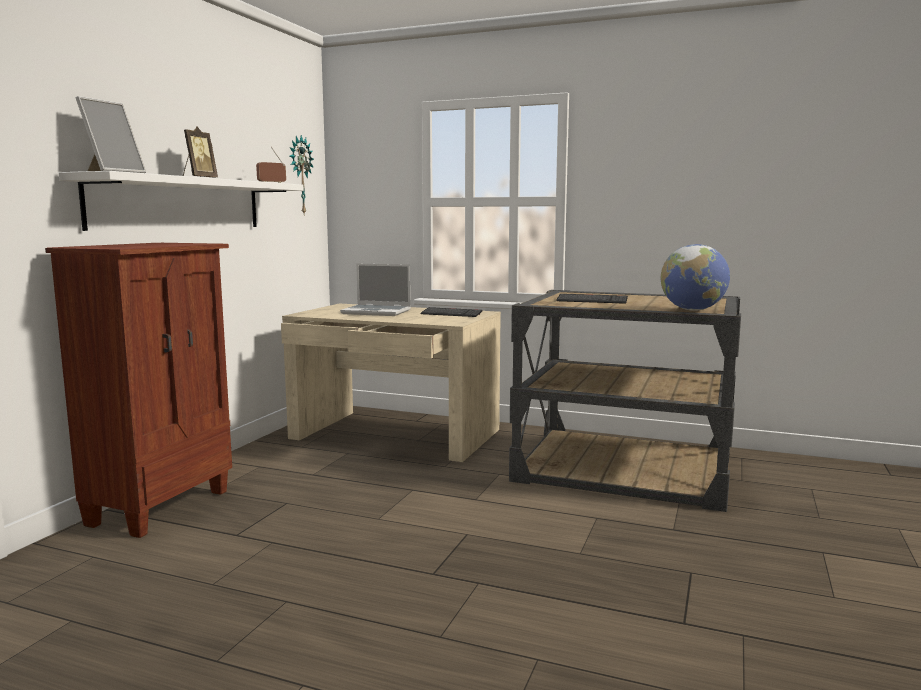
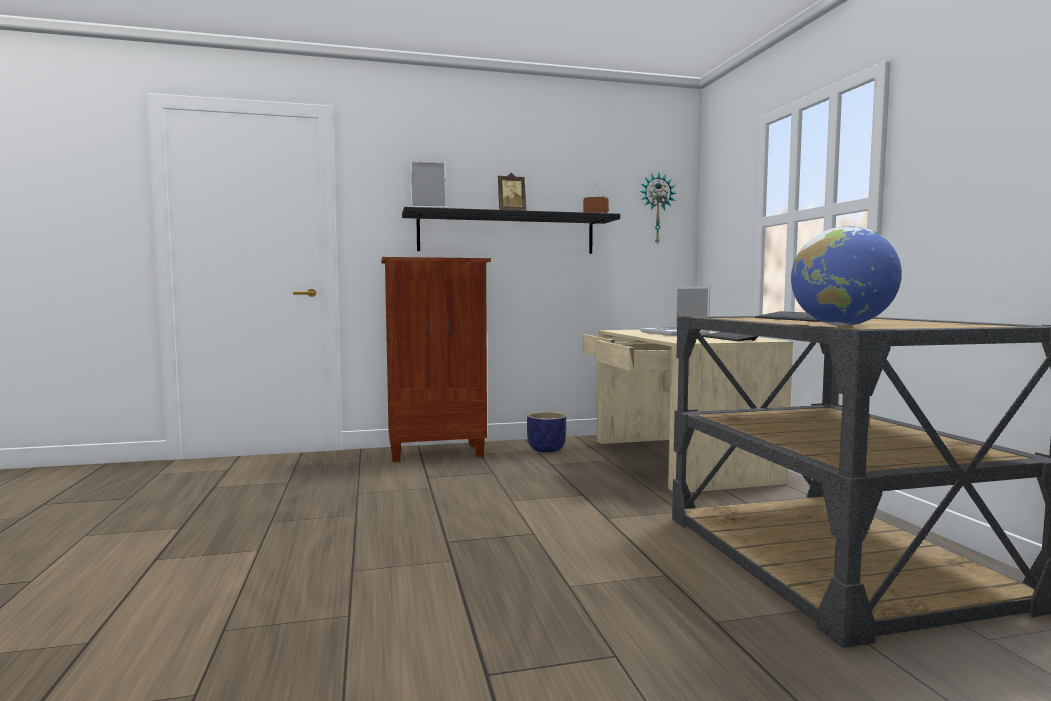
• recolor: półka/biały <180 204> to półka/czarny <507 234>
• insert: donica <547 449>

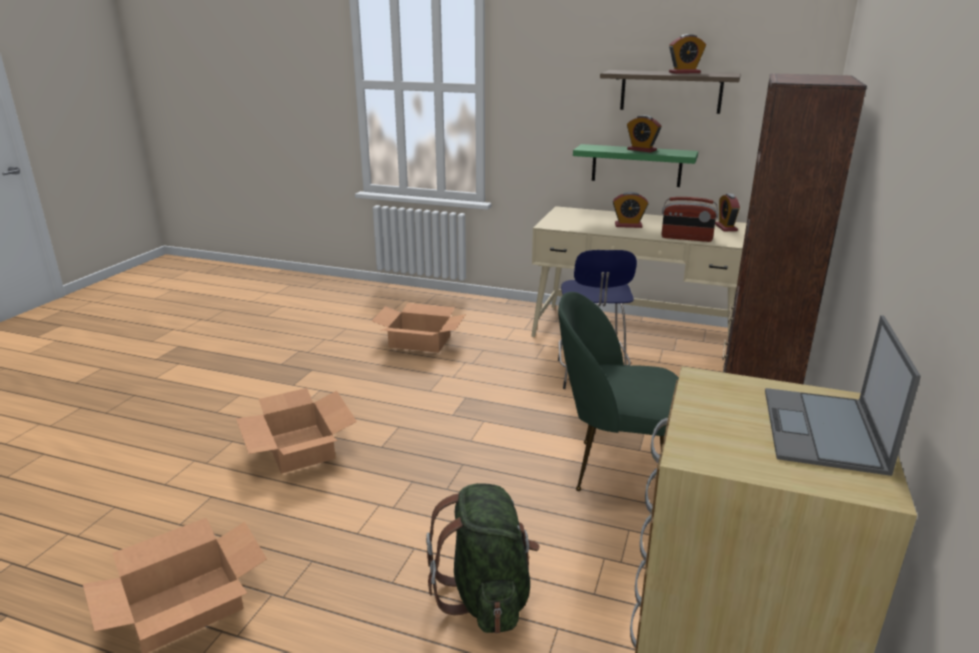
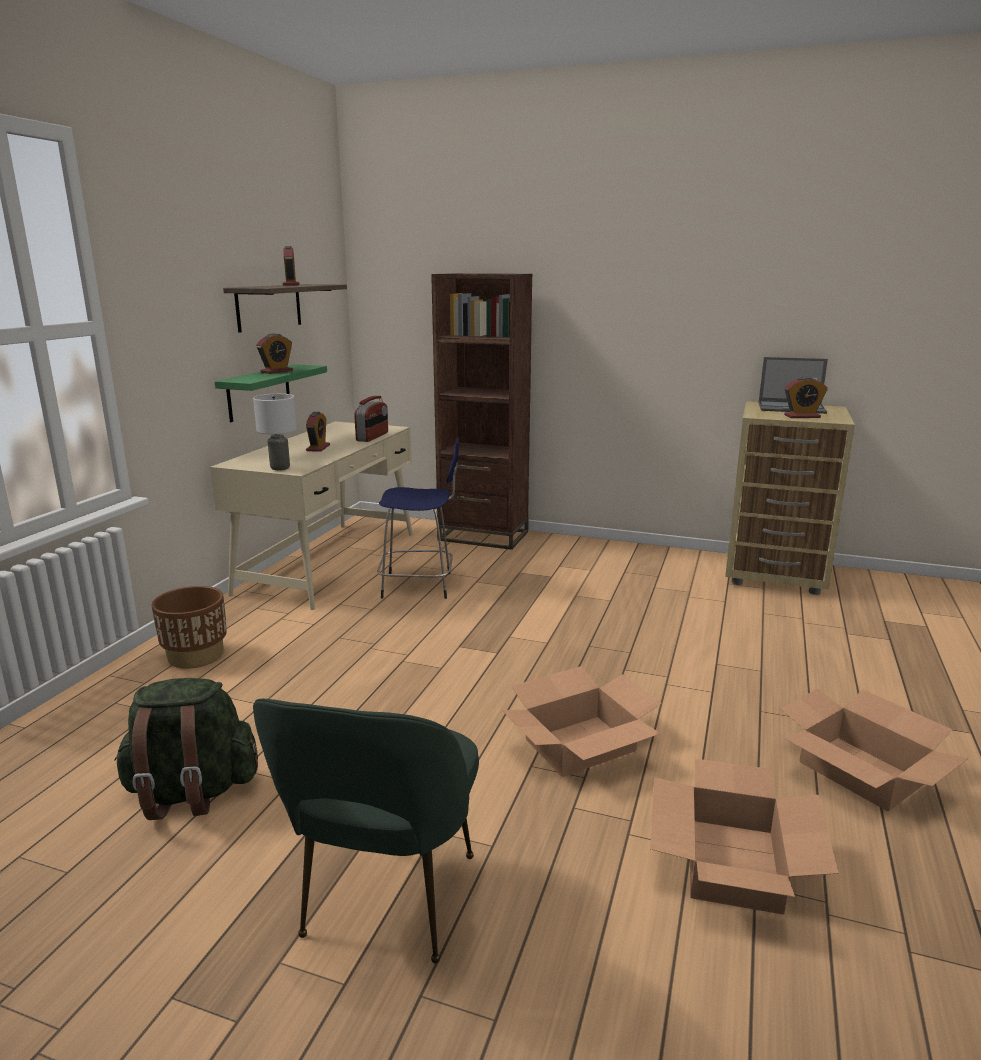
• move: karton <420 341> to <732 864>
• move: plecak/zielony <486 596> to <191 792>
• move: krzesło/zielony <612 469> to <384 907>
• move: budzik <725 227> to <802 416>
• insert: donica/brązowy <195 656>
• insert: lampa stołowa/biały <281 468>

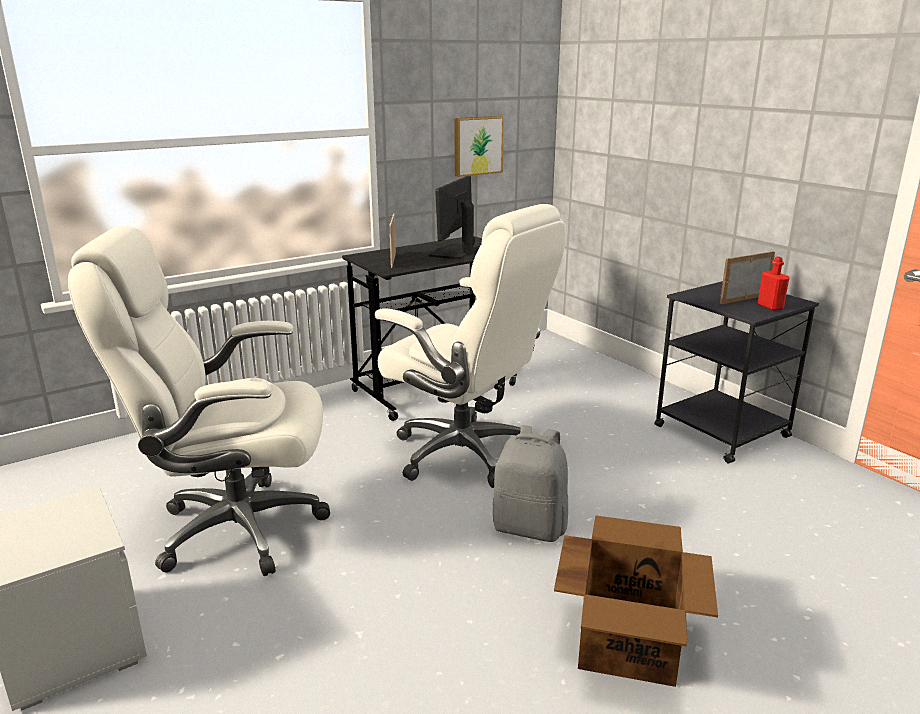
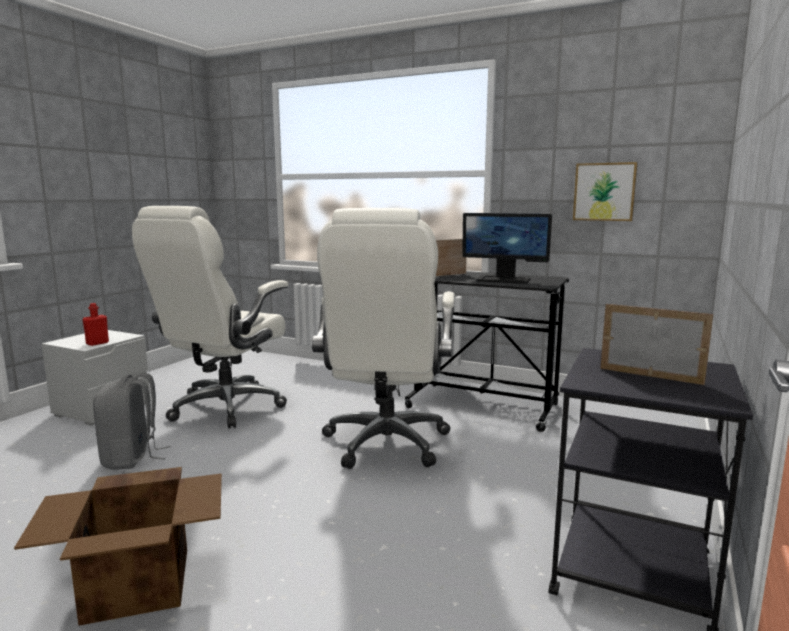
• rotate: krzesło biurowe/biały <236 529> = <225 408> 120 degrees counterclockwise
• rotate: monitor <454 252> = <504 280> 150 degrees counterclockwise
• move: plecak/szary <530 527> to <131 458>
• move: butelka/czerwony <770 307> to <97 343>

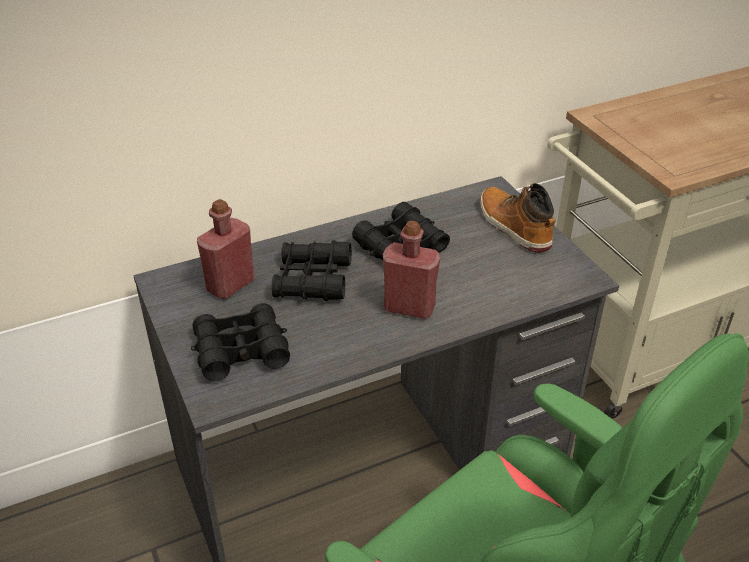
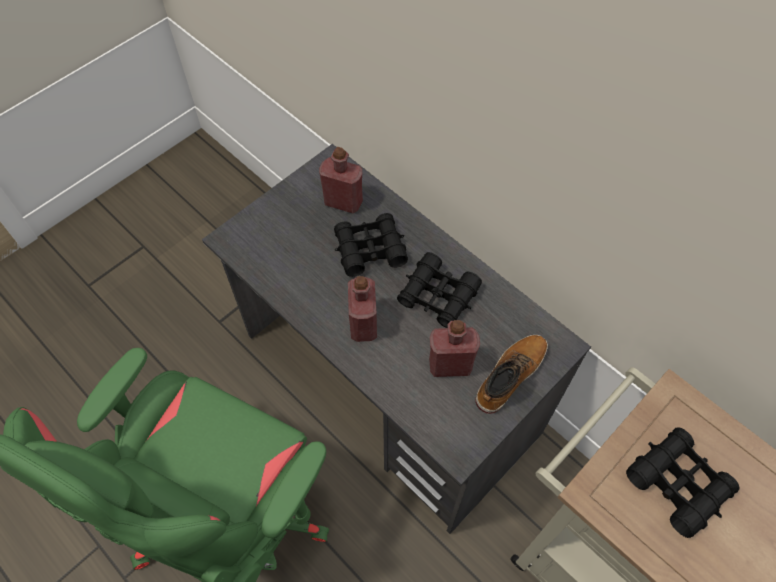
• move: lornetka/czarny <241 351> to <677 483>
• insert: butelka/czerwony <450 365>

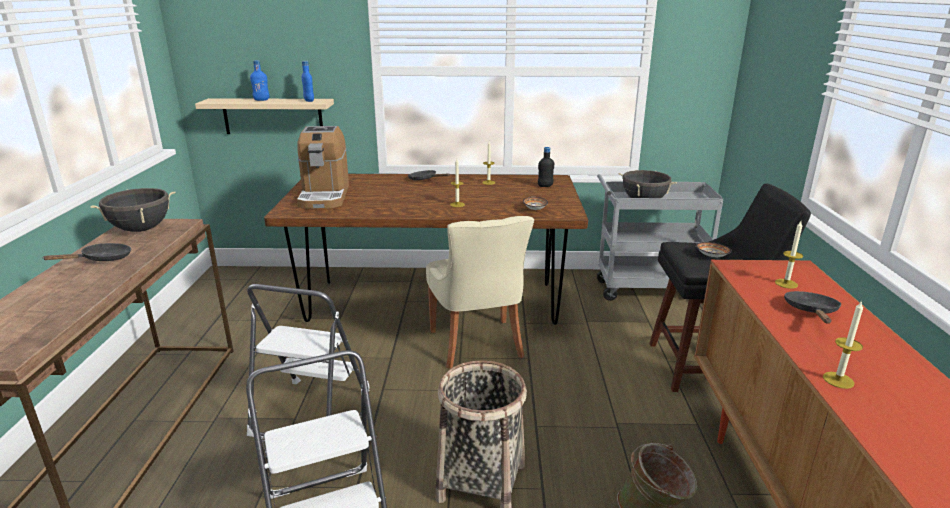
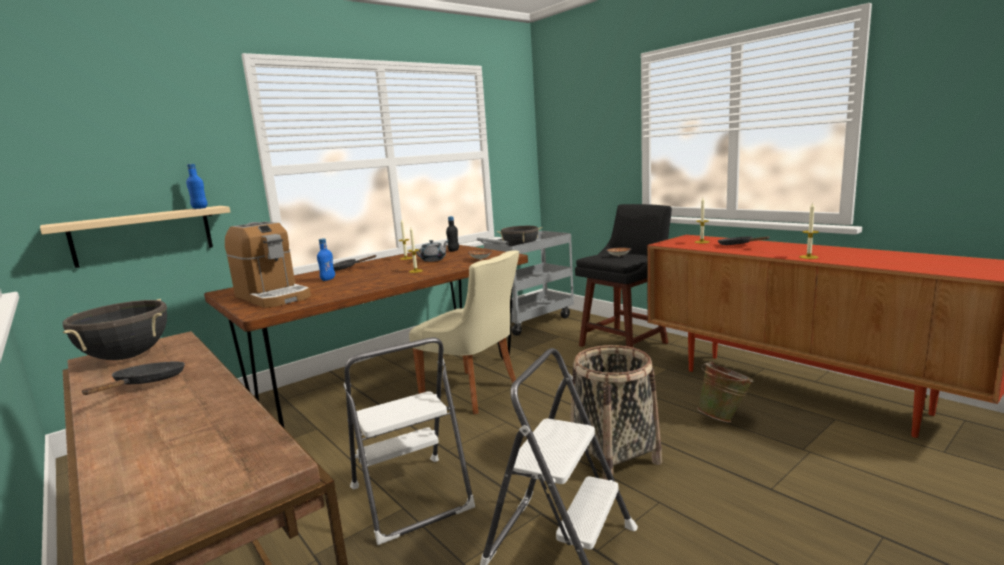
• move: butelka/niebieski <261 100> to <328 279>
• insert: imbryk/szary <434 260>

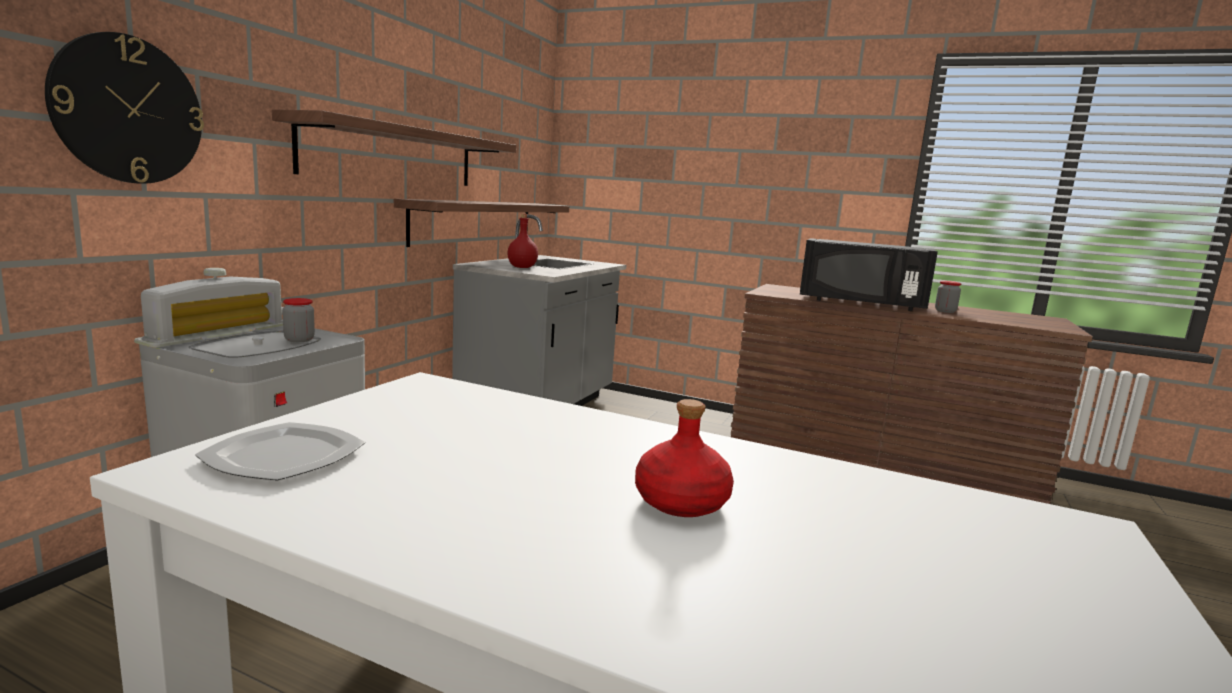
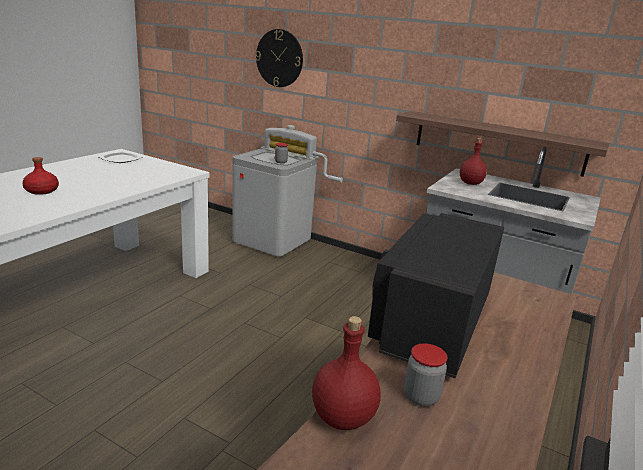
• delete: półka <393 155>
• insert: butelka/czerwony <343 418>

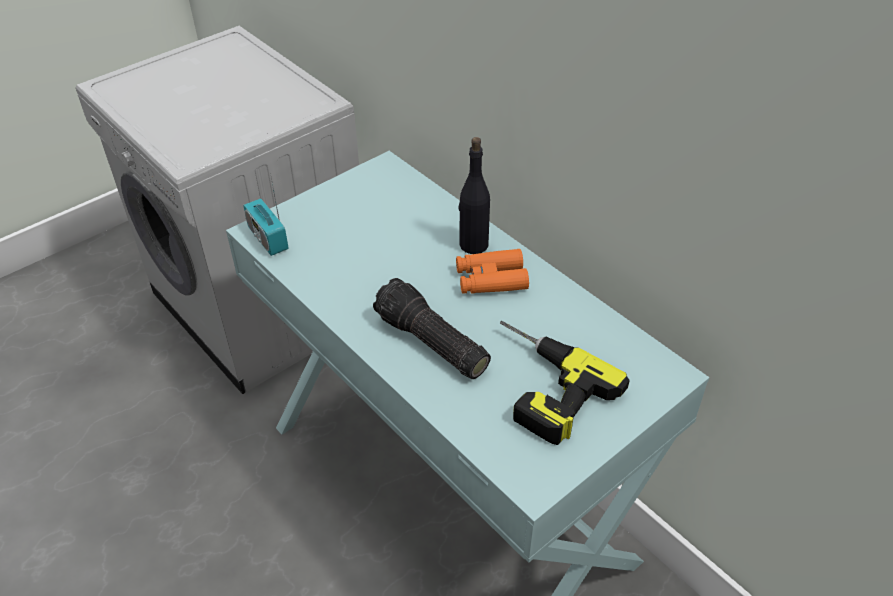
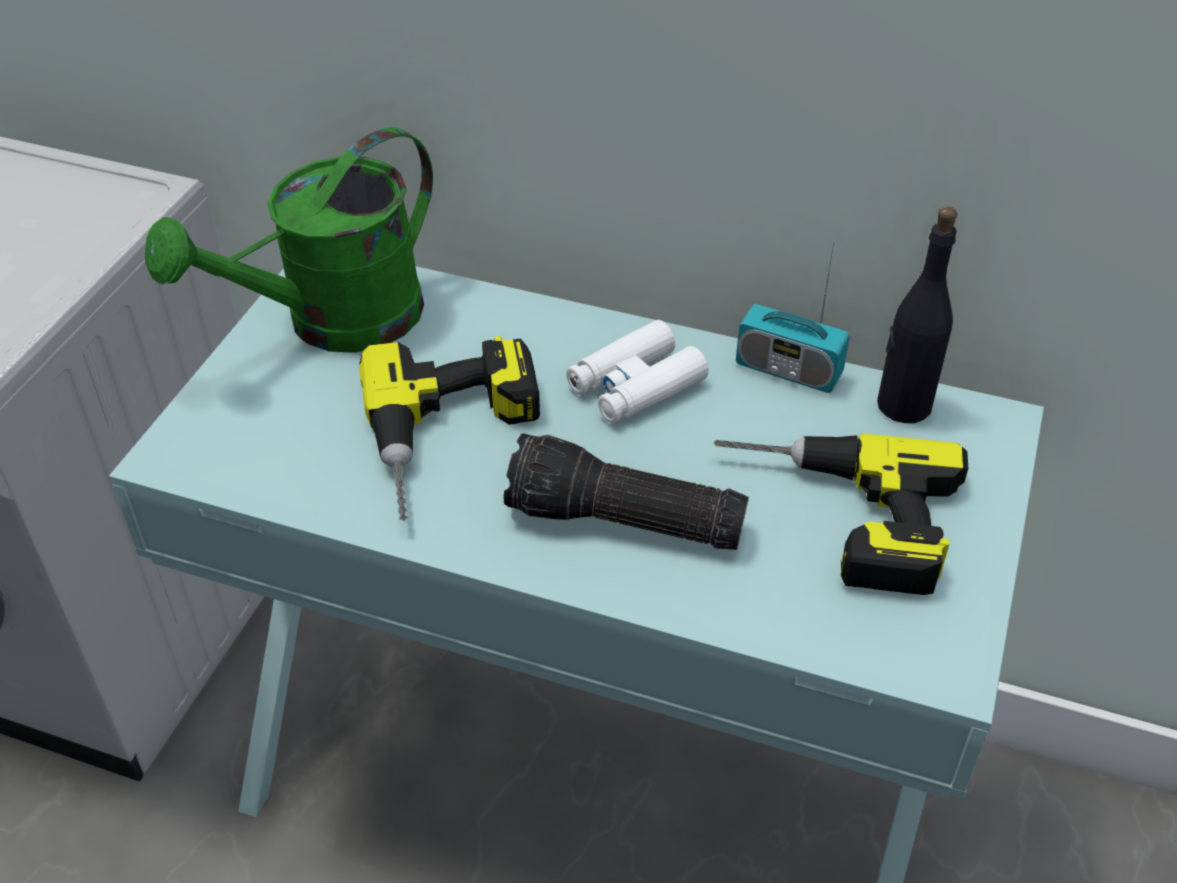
• move: radio <268 238> to <788 370>
• recolor: lornetka/pomarańczowy <491 279> to lornetka/biały <635 385>
• move: butelka/czarny <473 244> to <903 405>
• insert: konewka/zielony <333 323>
• insert: wiertarka <456 439>

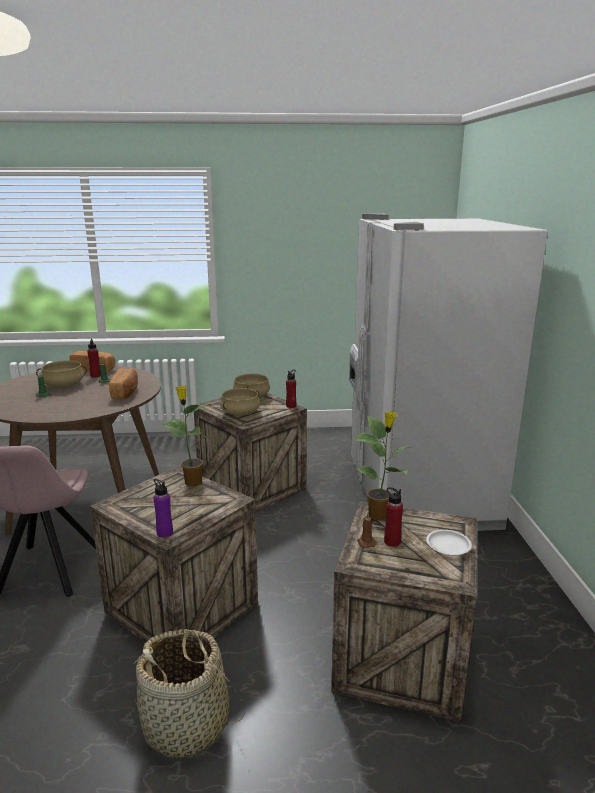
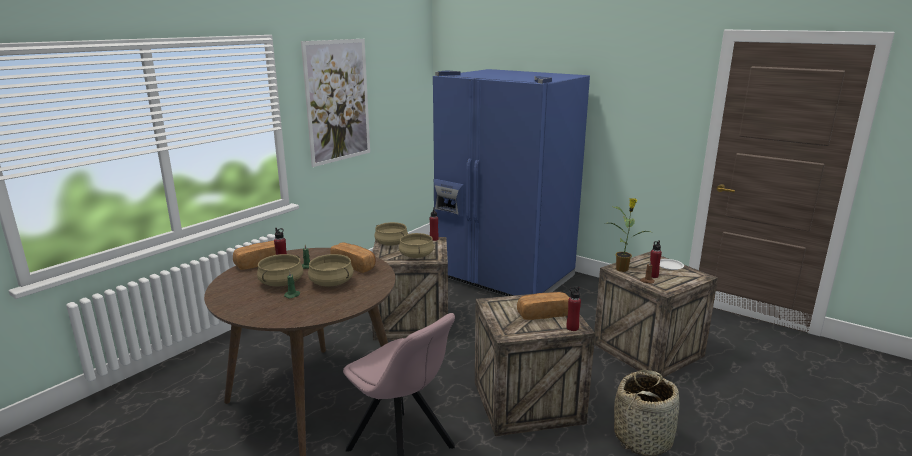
• recolor: butelka/fioletowy <164 533> to butelka/czerwony <572 328>
• delete: roślina doniczkowa <192 482>
• recolor: lodówka/biały <418 492> to lodówka/niebieski <505 276>
• insert: obraz <337 101>
• insert: garnek/beżowy <332 282>
• insert: chleb <543 314>

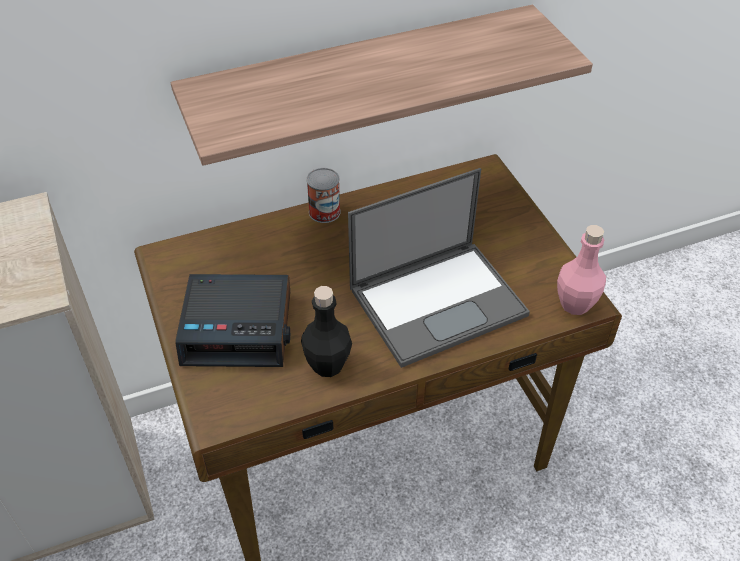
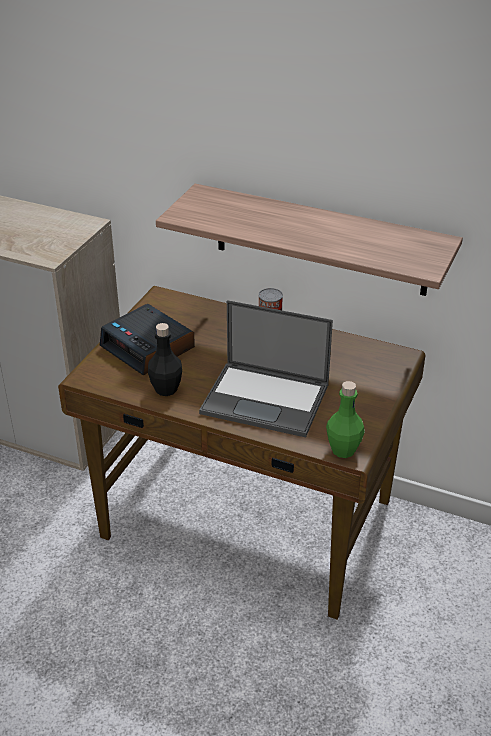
• recolor: butelka/różowy <575 304> to butelka/zielony <343 450>

